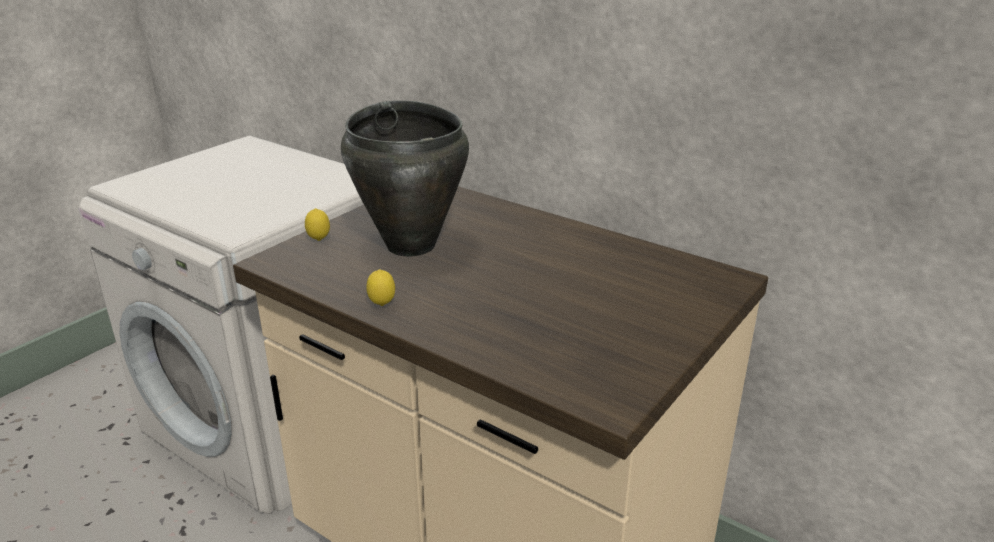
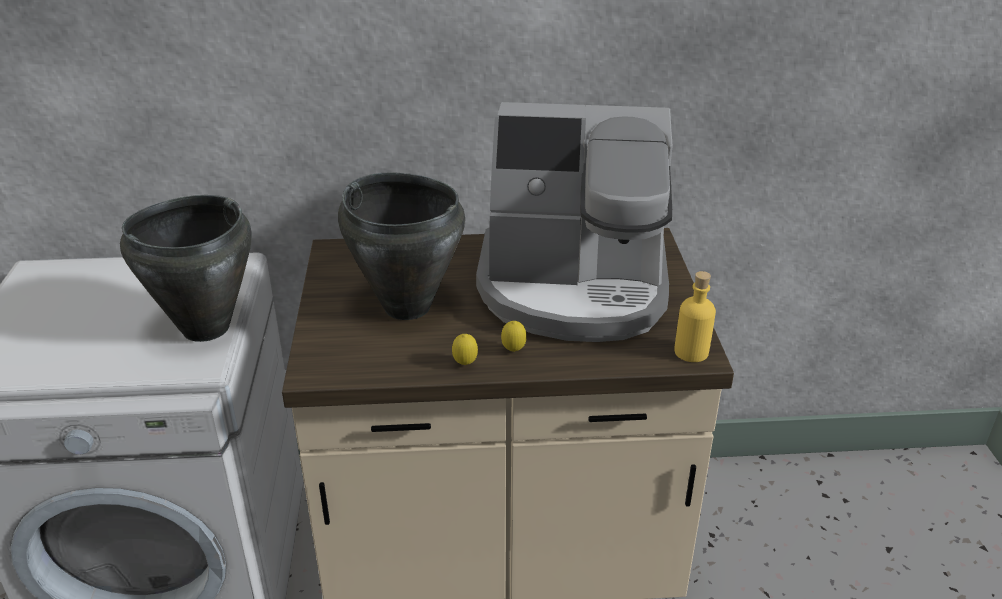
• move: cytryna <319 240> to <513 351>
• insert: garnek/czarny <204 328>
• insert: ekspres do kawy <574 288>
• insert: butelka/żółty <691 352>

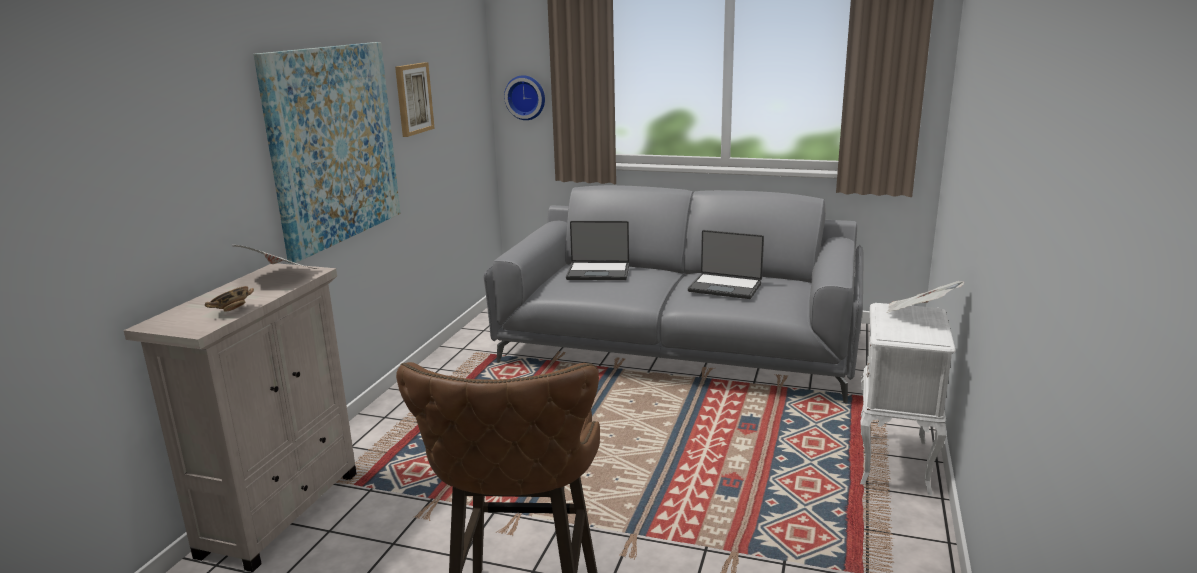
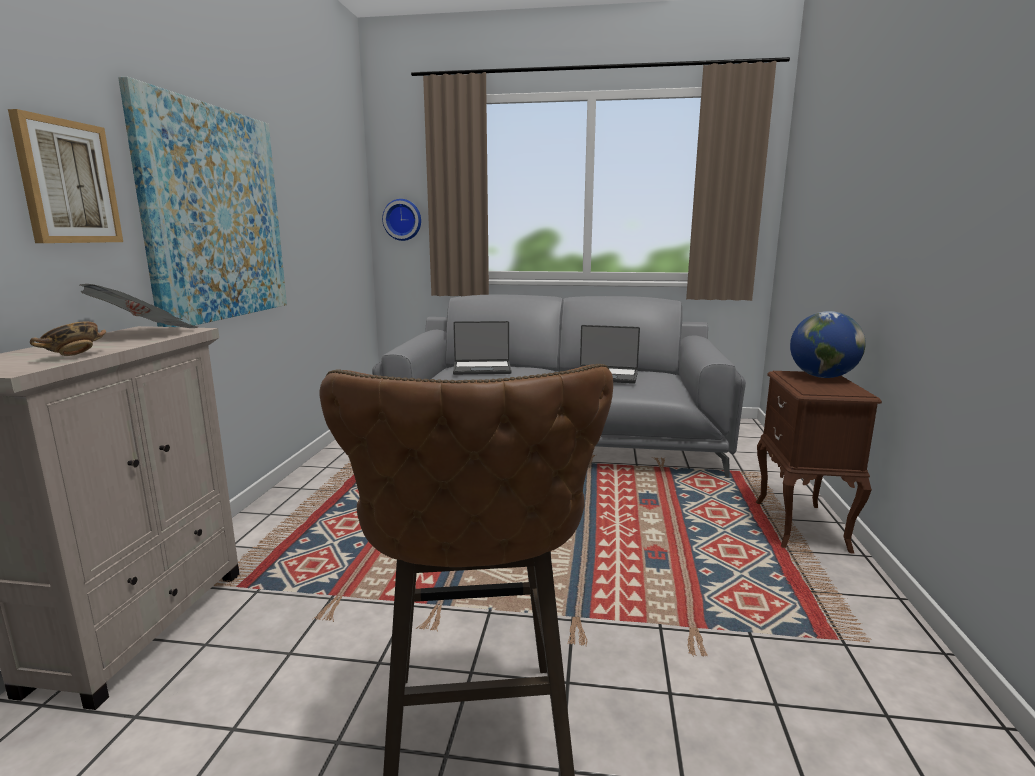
• move: obraz <413 99> to <67 182>
• recolor: szafka nocna/biały <894 463> to szafka nocna/brązowy <801 526>
• replace: gazeta <919 314> to globus <822 377>

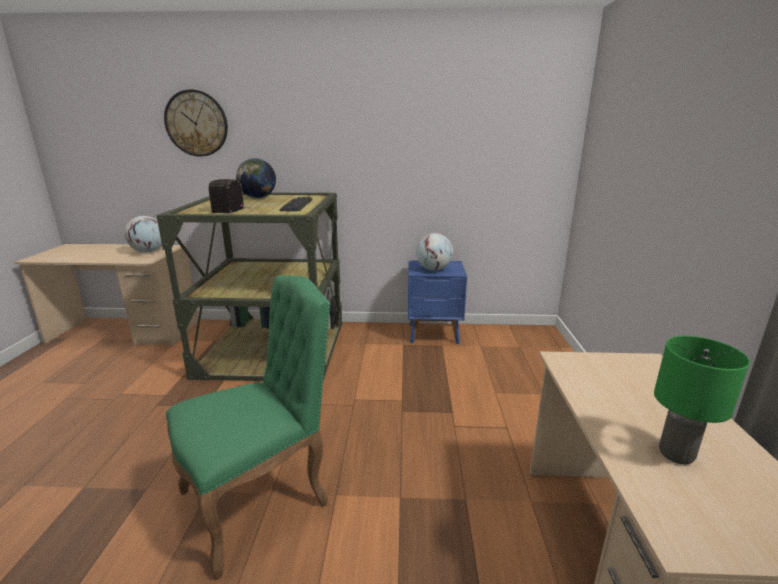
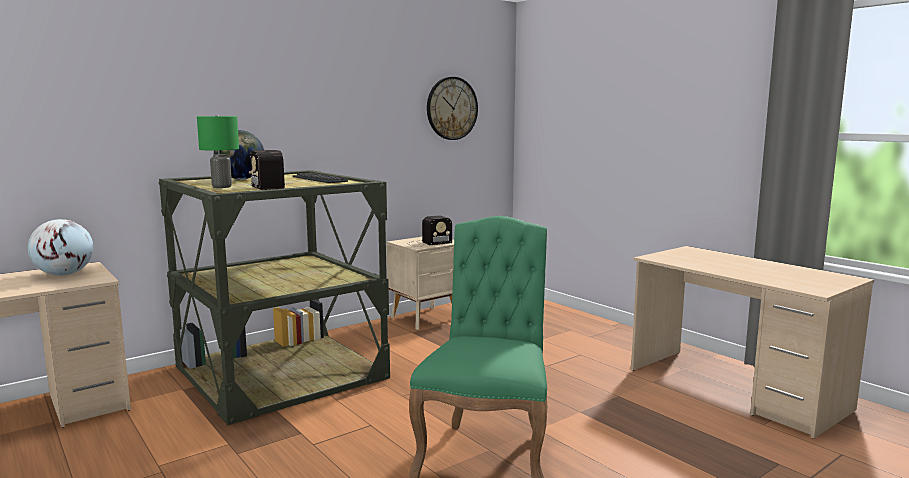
• move: zegar ścienny <196 123> to <452 108>
• recolor: szafka nocna/niebieski <434 334> to szafka nocna/beżowy <426 318>
• replace: globus <434 269> to radio <427 243>
• move: lampa stołowa/zielony <674 455> to <221 187>

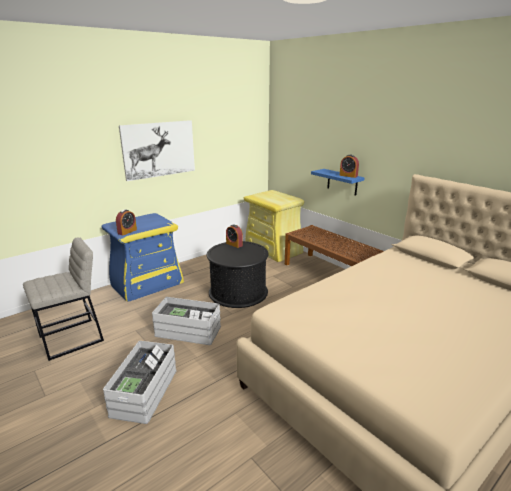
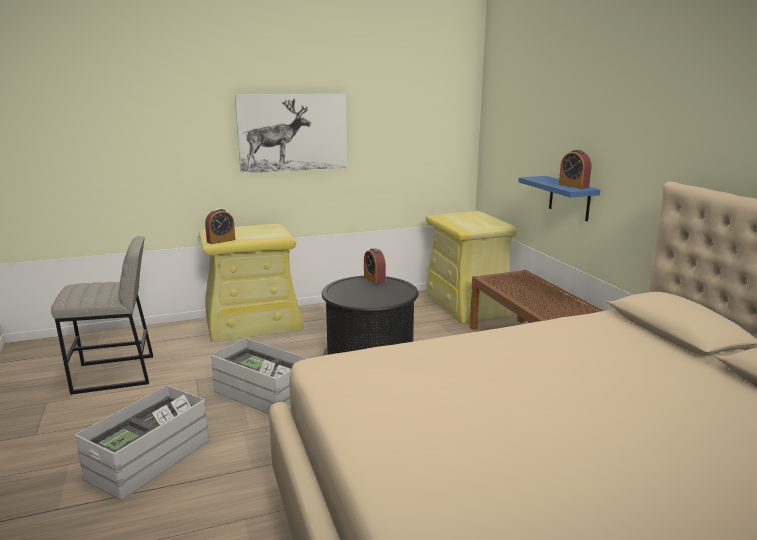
• recolor: szafka nocna/niebieski <148 284> to szafka nocna/żółty <255 325>

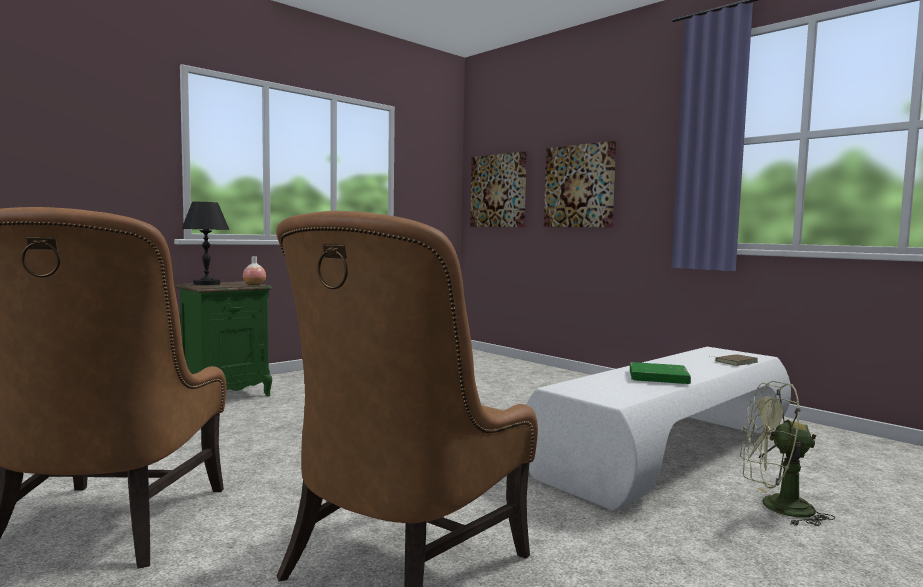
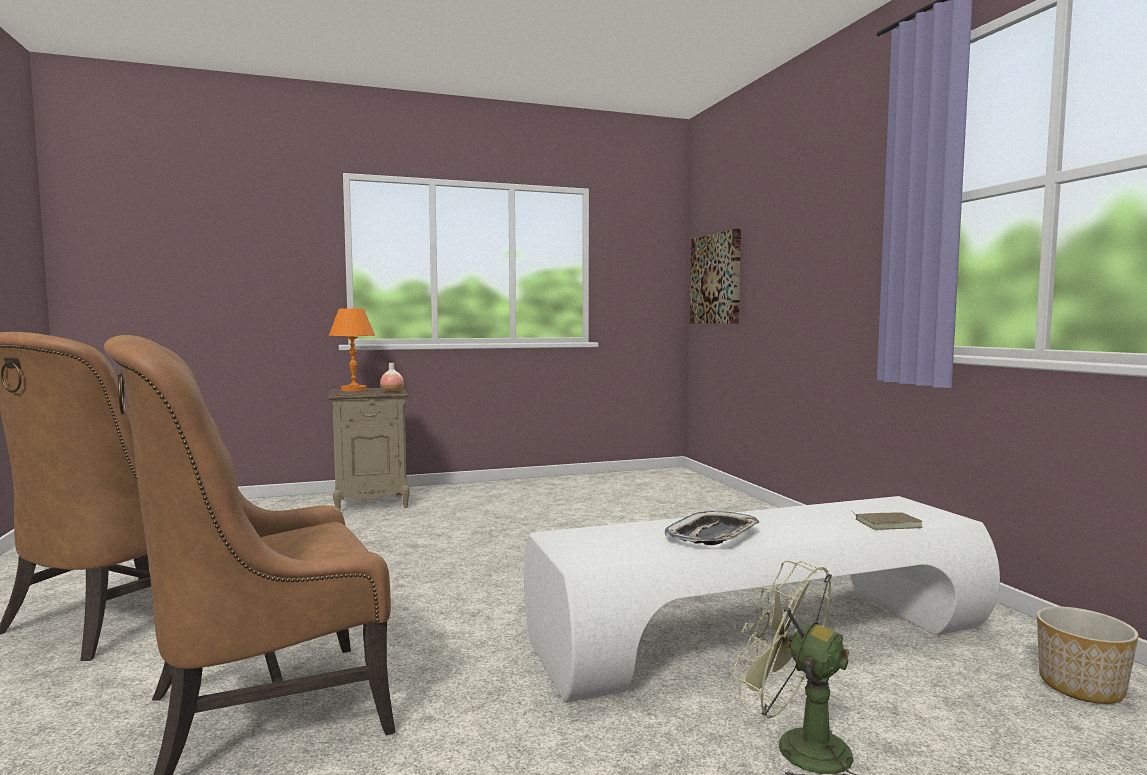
• recolor: szafka nocna/zielony <227 395> to szafka nocna/beżowy <372 503>
• recolor: lampa stołowa/czarny <207 284> to lampa stołowa/pomarańczowy <354 390>
• delete: obraz <579 186>
• replace: książka/zielony <658 378> to taca <713 536>
• insert: donica <1082 687>

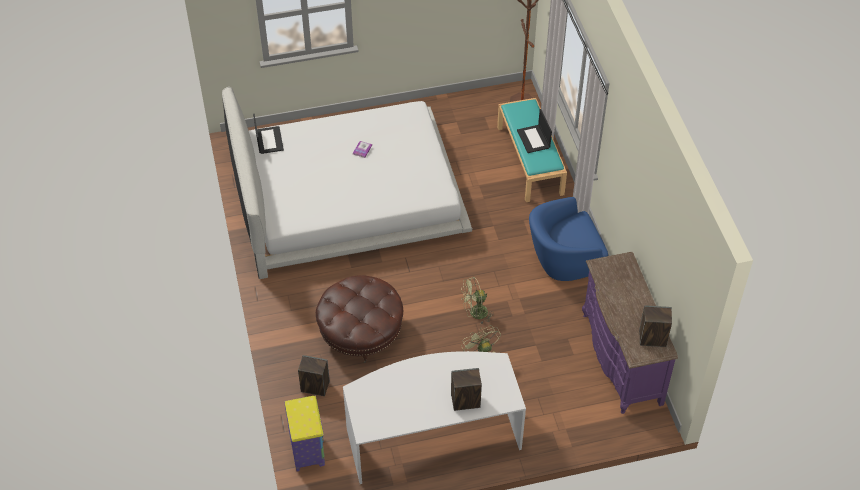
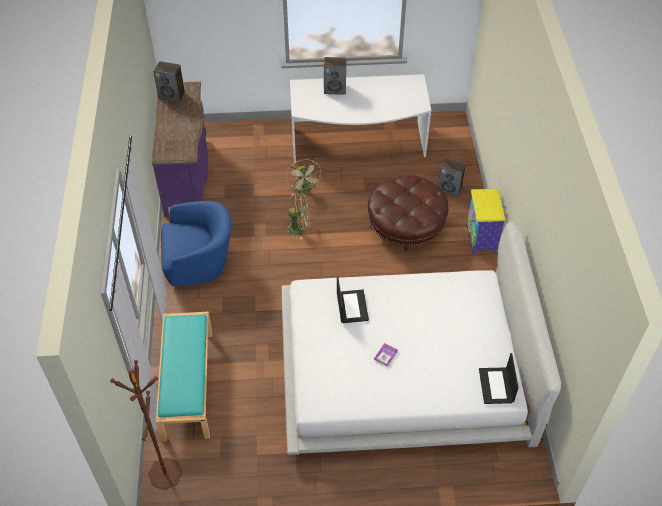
• move: szafka nocna <308 449> to <480 240>
• move: laptop <534 139> to <351 306>

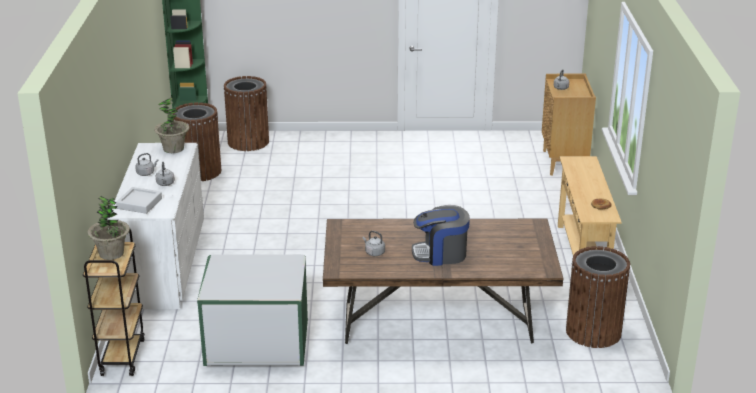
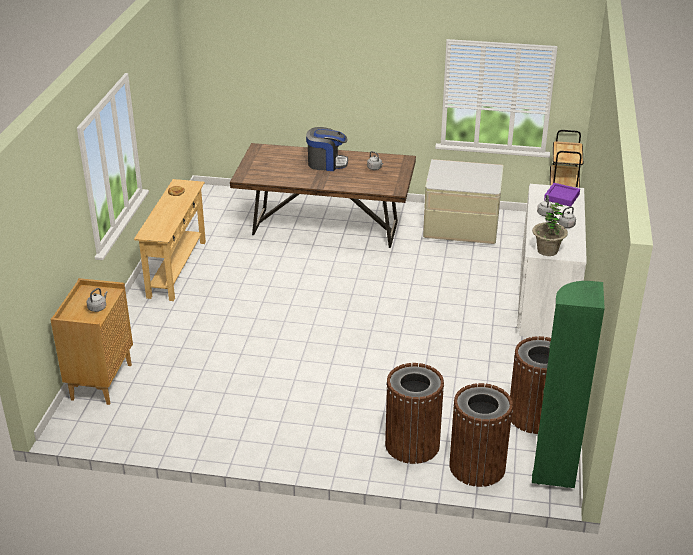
• delete: roślina doniczkowa <111 253>
• recolor: taca/szary <139 203> to taca/fioletowy <561 197>
• recolor: szafka nocna/zielony <257 344> to szafka nocna/beżowy <461 227>
• move: kosz na śmieci/brązowy <593 332> to <412 444>

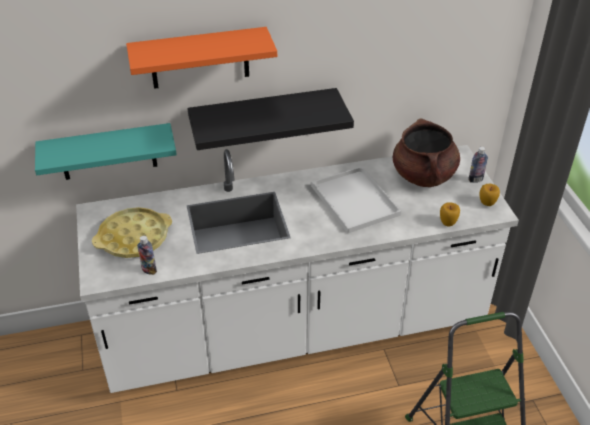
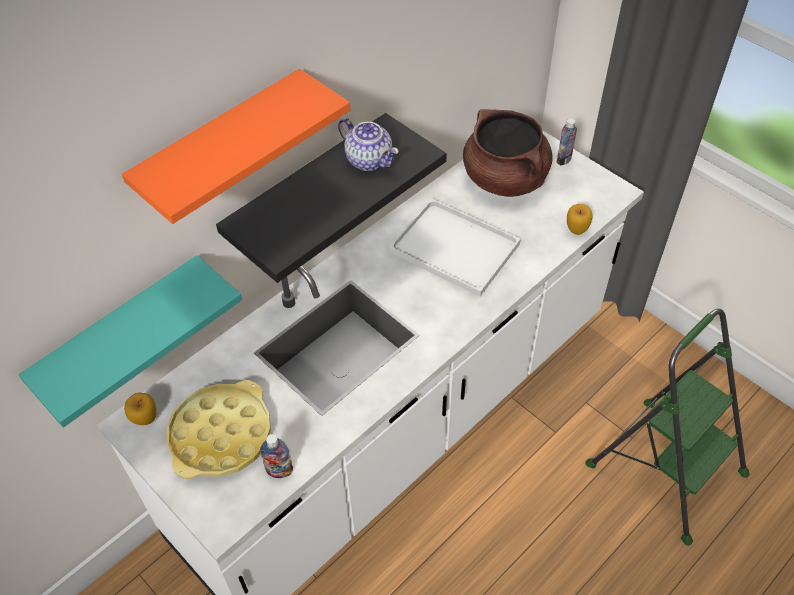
• move: jabłko <487 203> to <145 419>
• insert: imbryk <370 160>

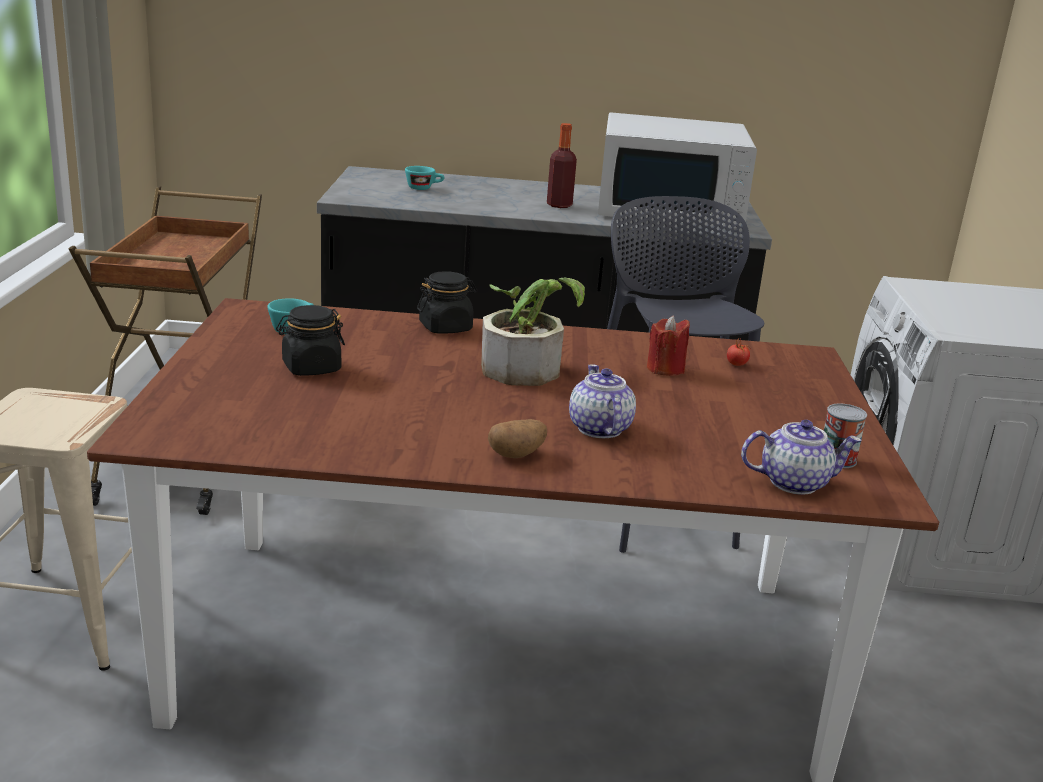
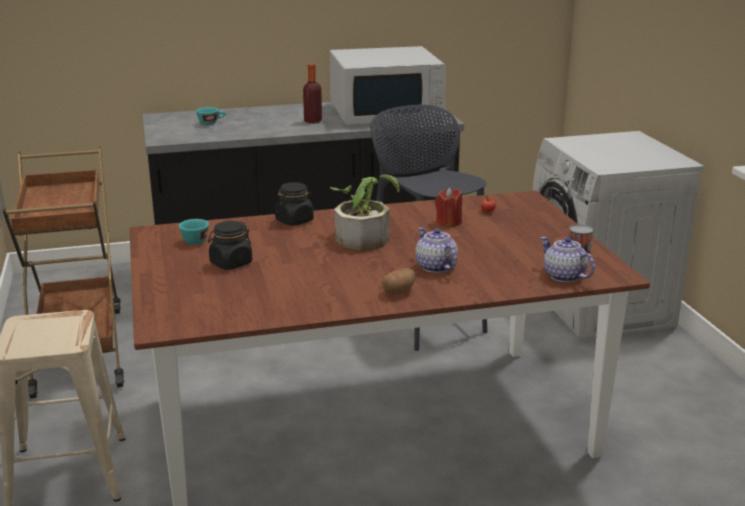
• rotate: imbryk <794 482> = <563 276> 105 degrees counterclockwise

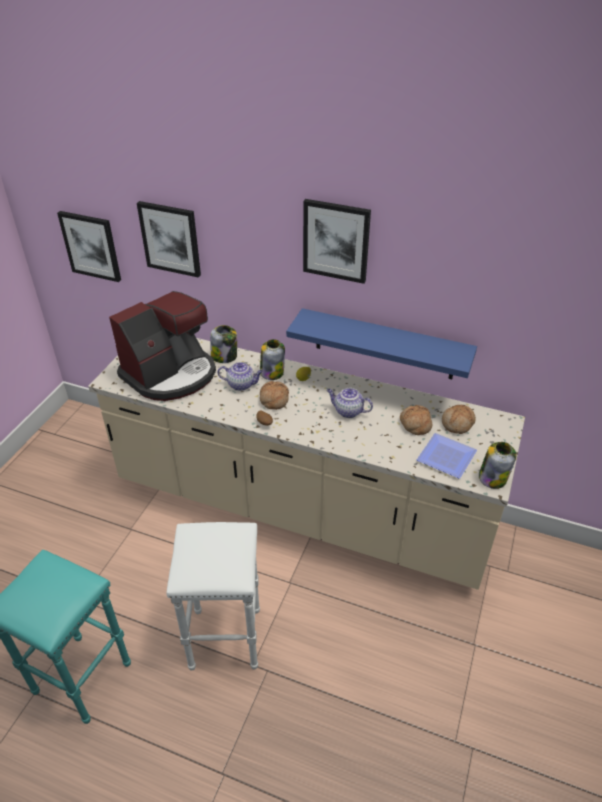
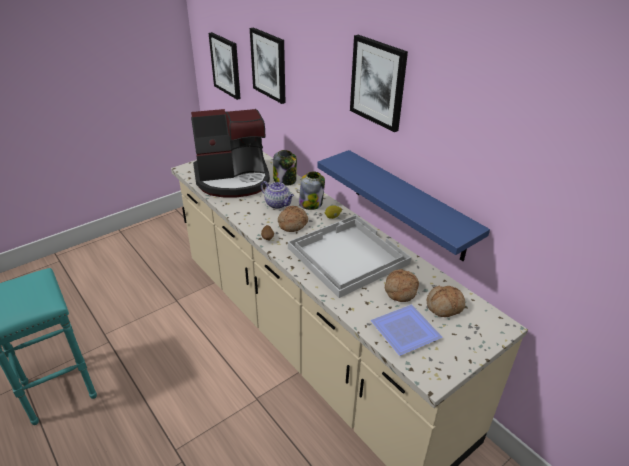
• delete: stołek/biały <227 636>
• replace: imbryk <348 411> to taca/biały <346 255>
• delete: słoik <493 477>

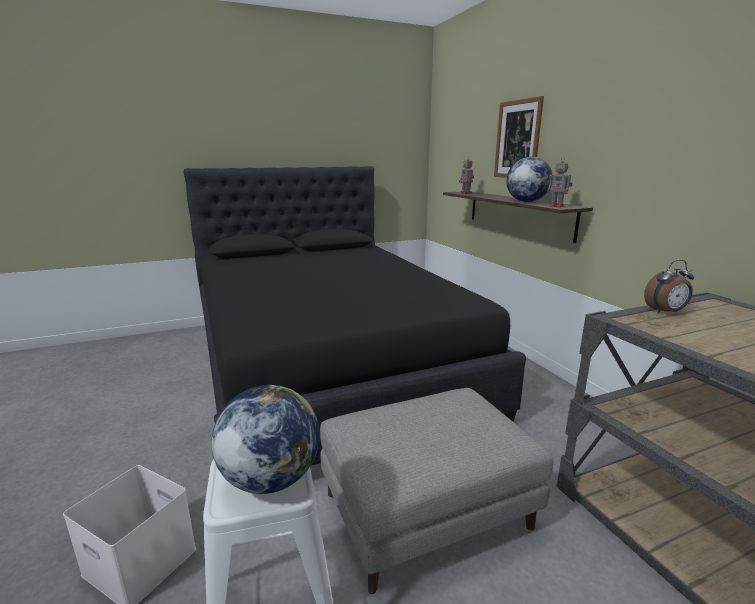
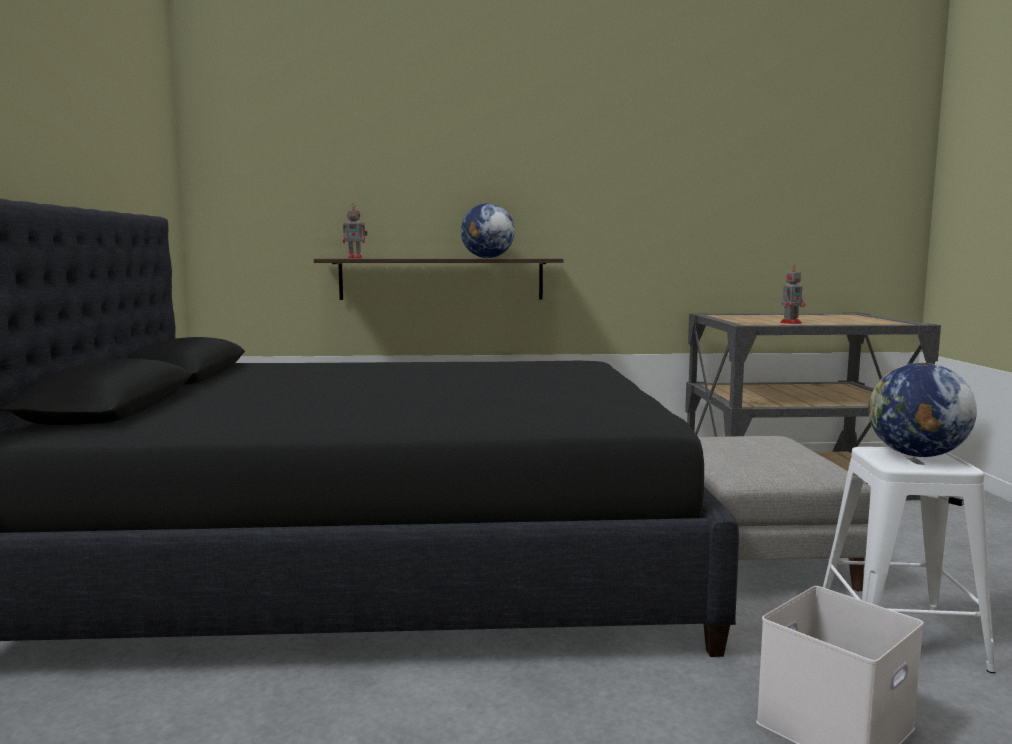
• delete: obraz <517 139>
• move: robot zabawkowy <557 206> to <791 323>
• delete: budzik <665 312>

